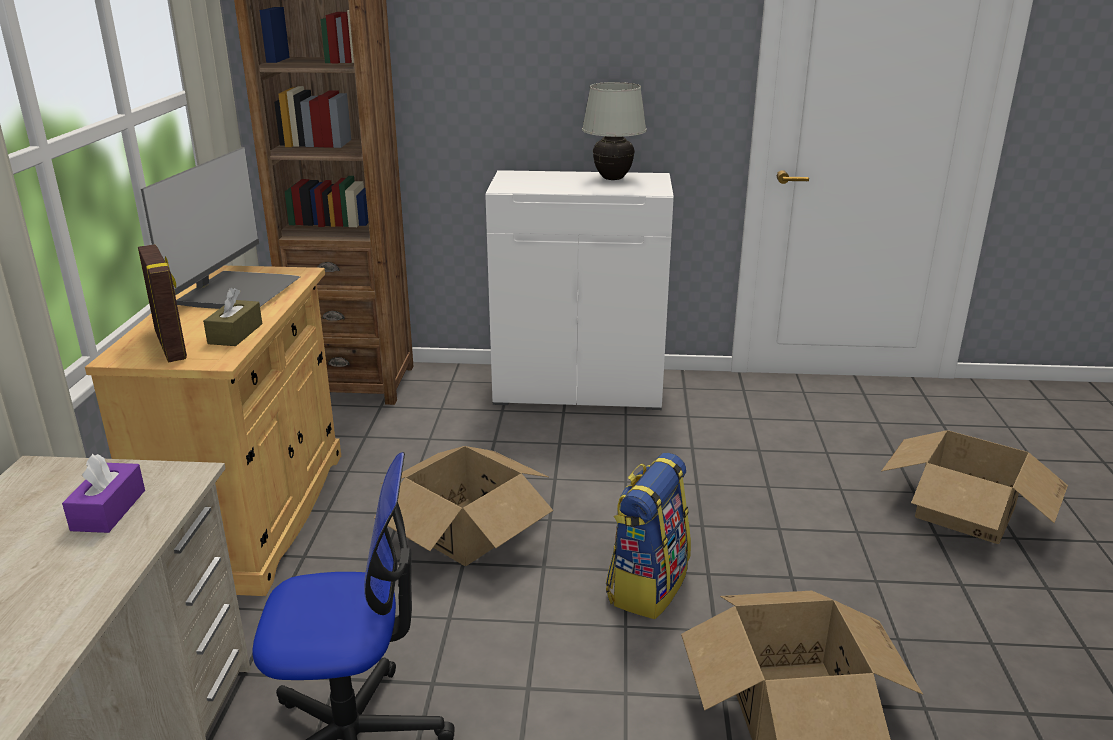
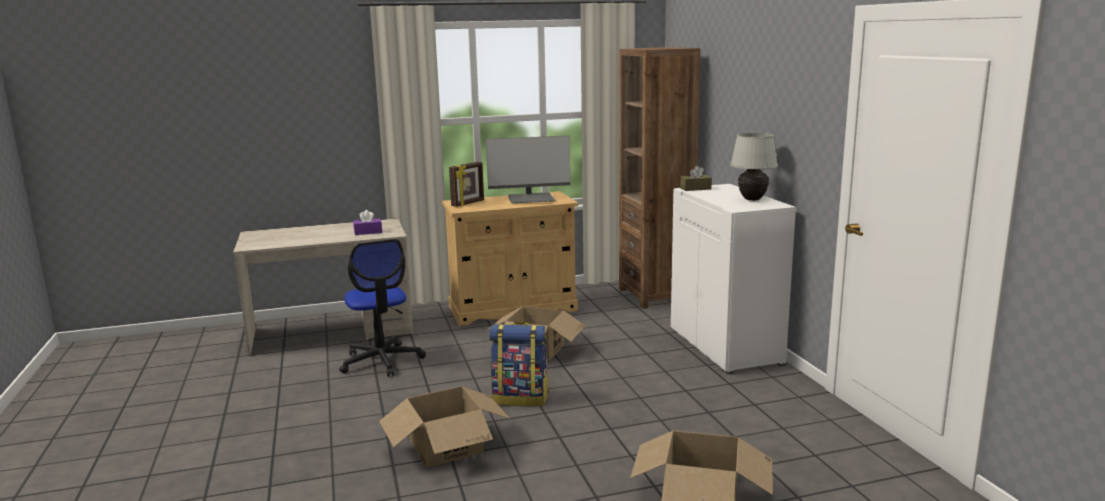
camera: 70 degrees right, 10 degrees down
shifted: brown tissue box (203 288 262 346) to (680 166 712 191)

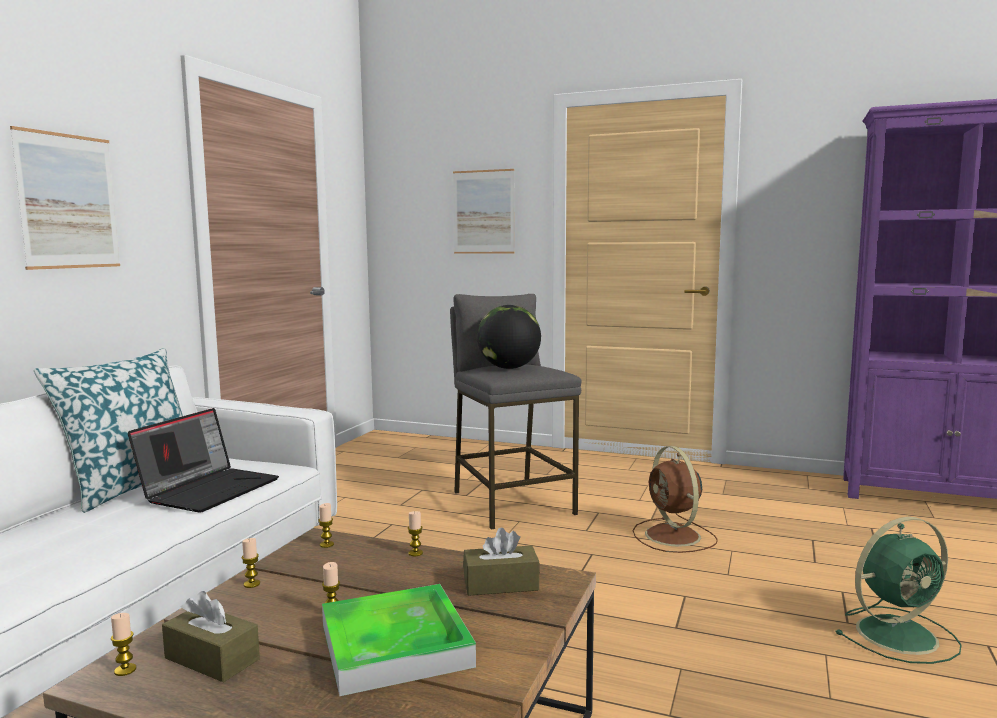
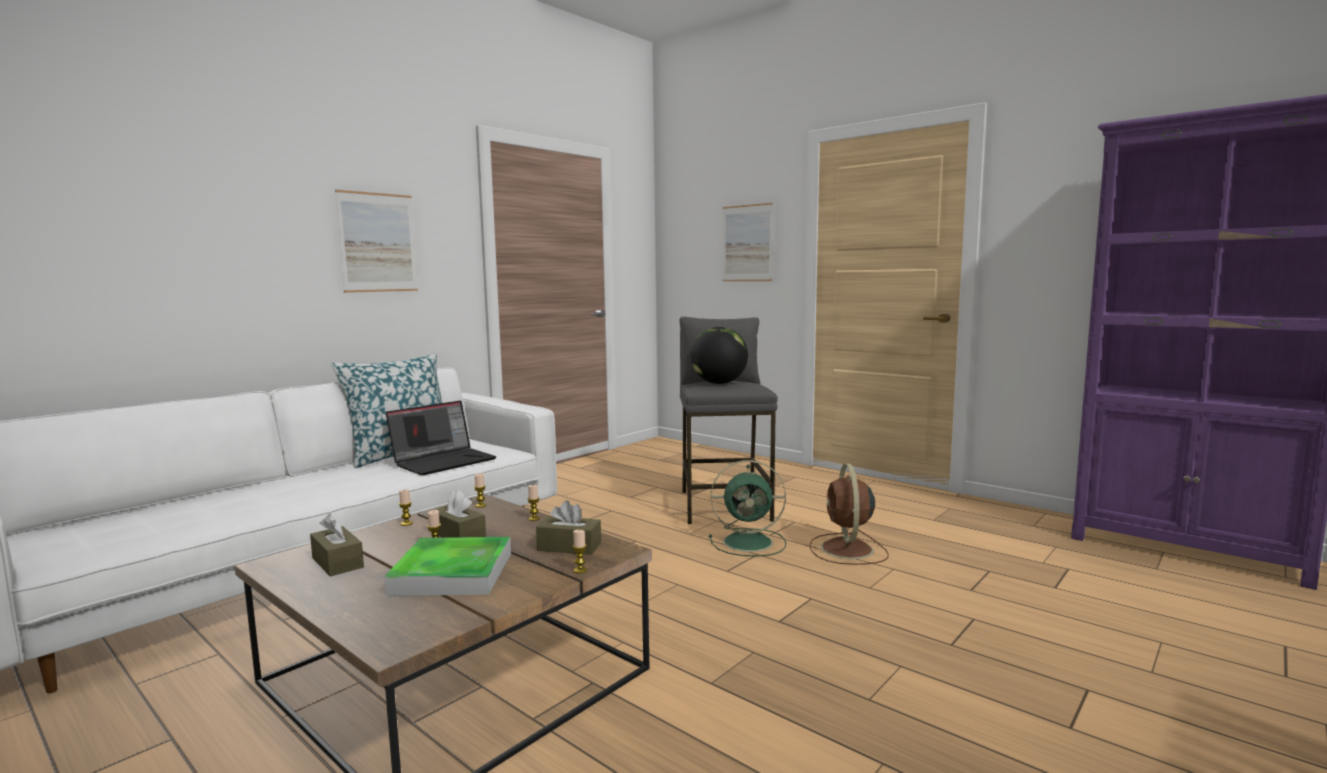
camera: 20 degrees right, 0 degrees up
new: brown tissue box (430 490 486 538)
shifted: candle (111 613 136 676) to (572 530 587 574); green fan (835 517 962 664) to (709 460 786 557)

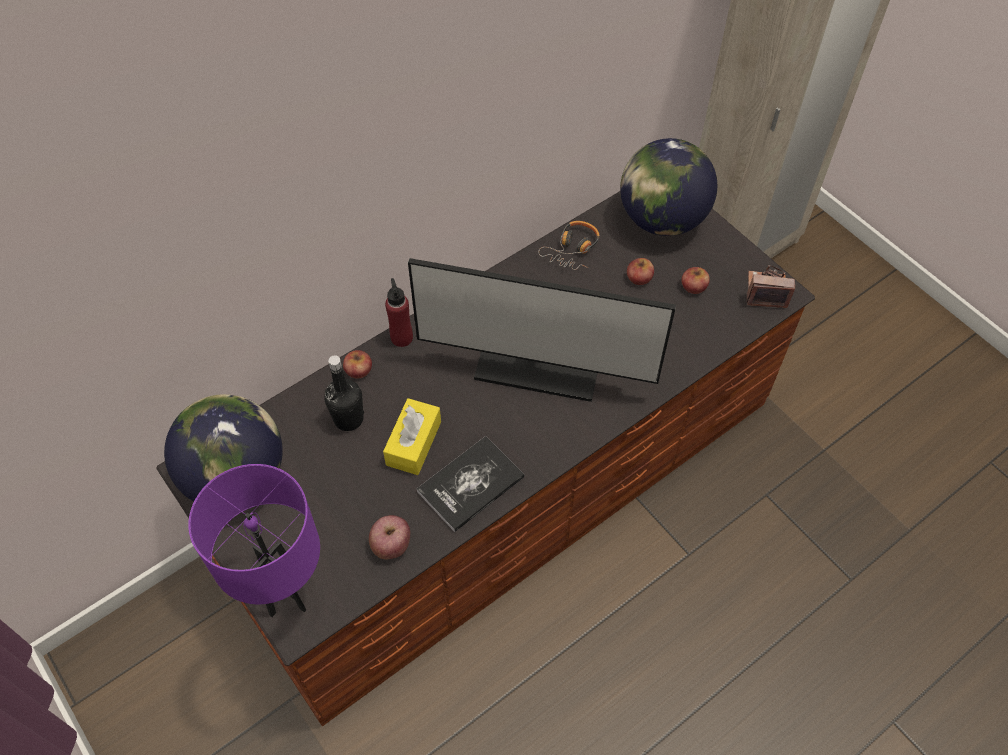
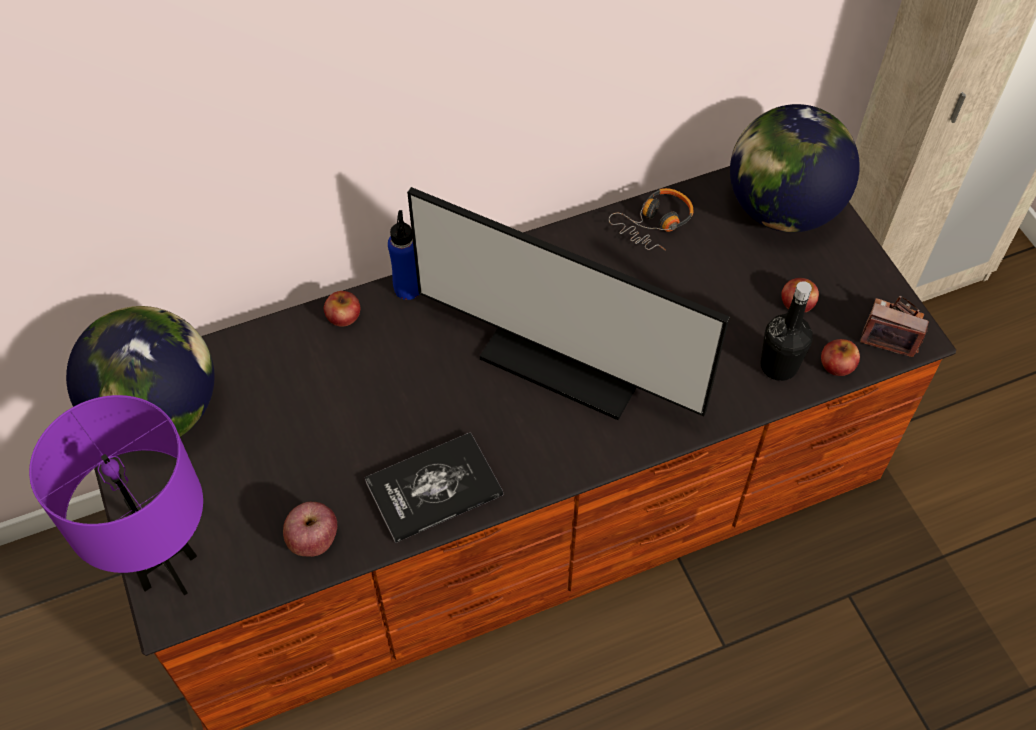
camera: 15 degrees right, 0 degrees up
gone: yellow tissue box (383 398 441 475)
shifted: black bottle (324 355 364 431) to (761 281 813 381); apple (627 258 654 285) to (821 339 860 376)
repainted: red bottle (385 278 413 347) to blue bottle (388 210 420 300)

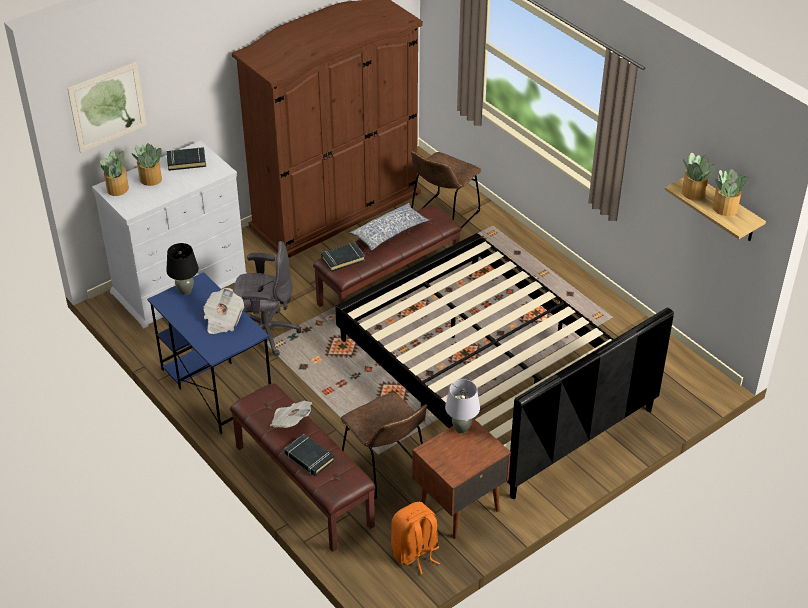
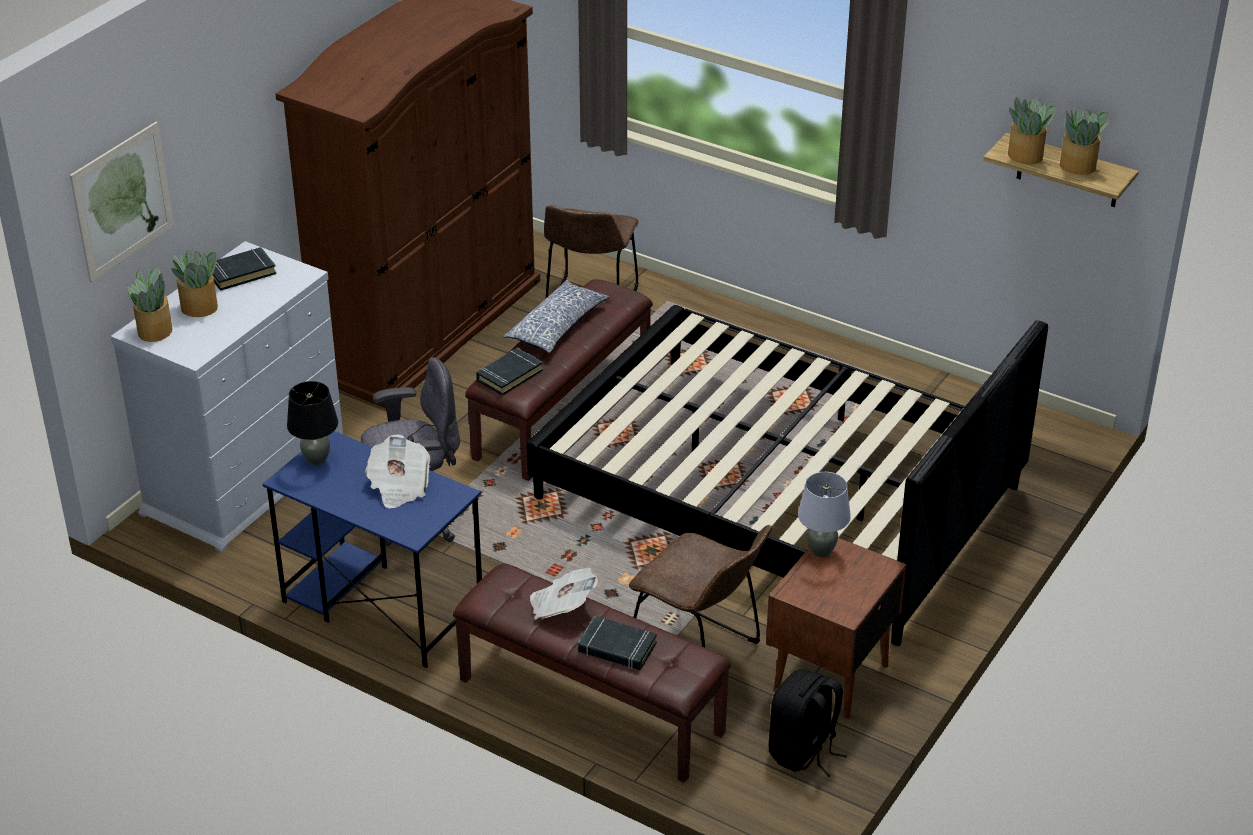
camera: 20 degrees left, 5 degrees down
repainted: orange backpack (391 502 440 574) to black backpack (769 669 847 777)

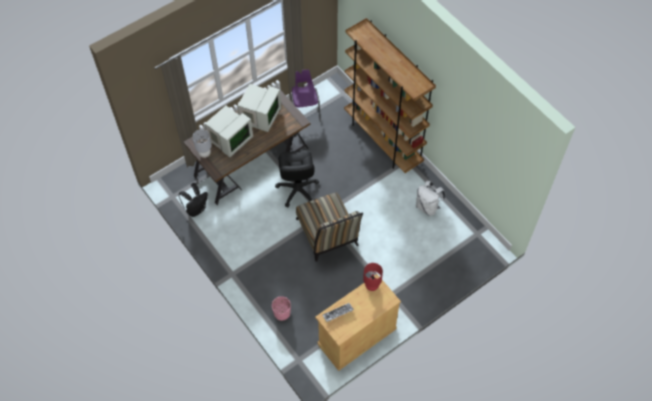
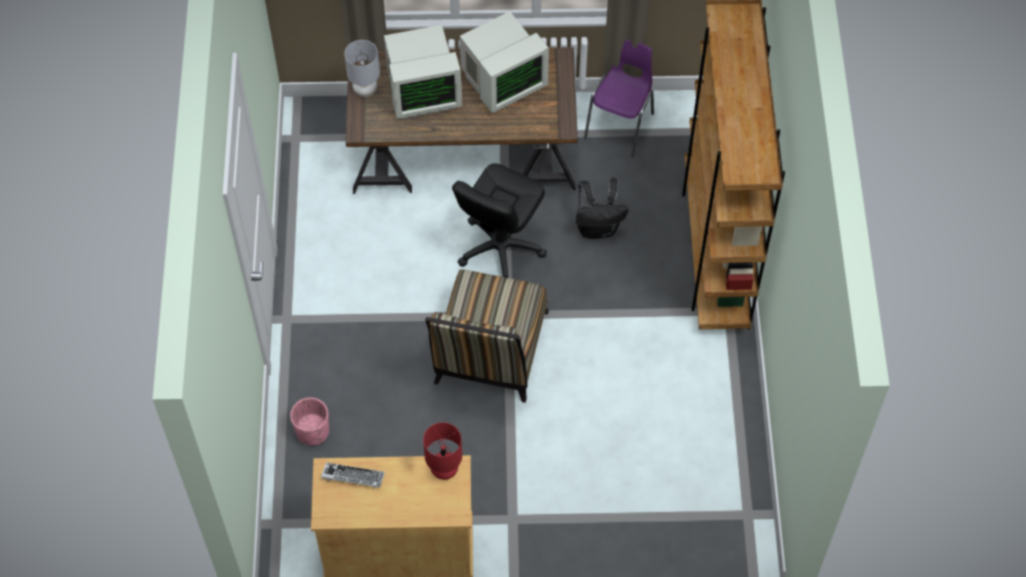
camera: 35 degrees right, 0 degrees up
gone: white backpack (416 181 446 216)
shifted: black backpack (178 183 208 217) to (576 178 629 239)

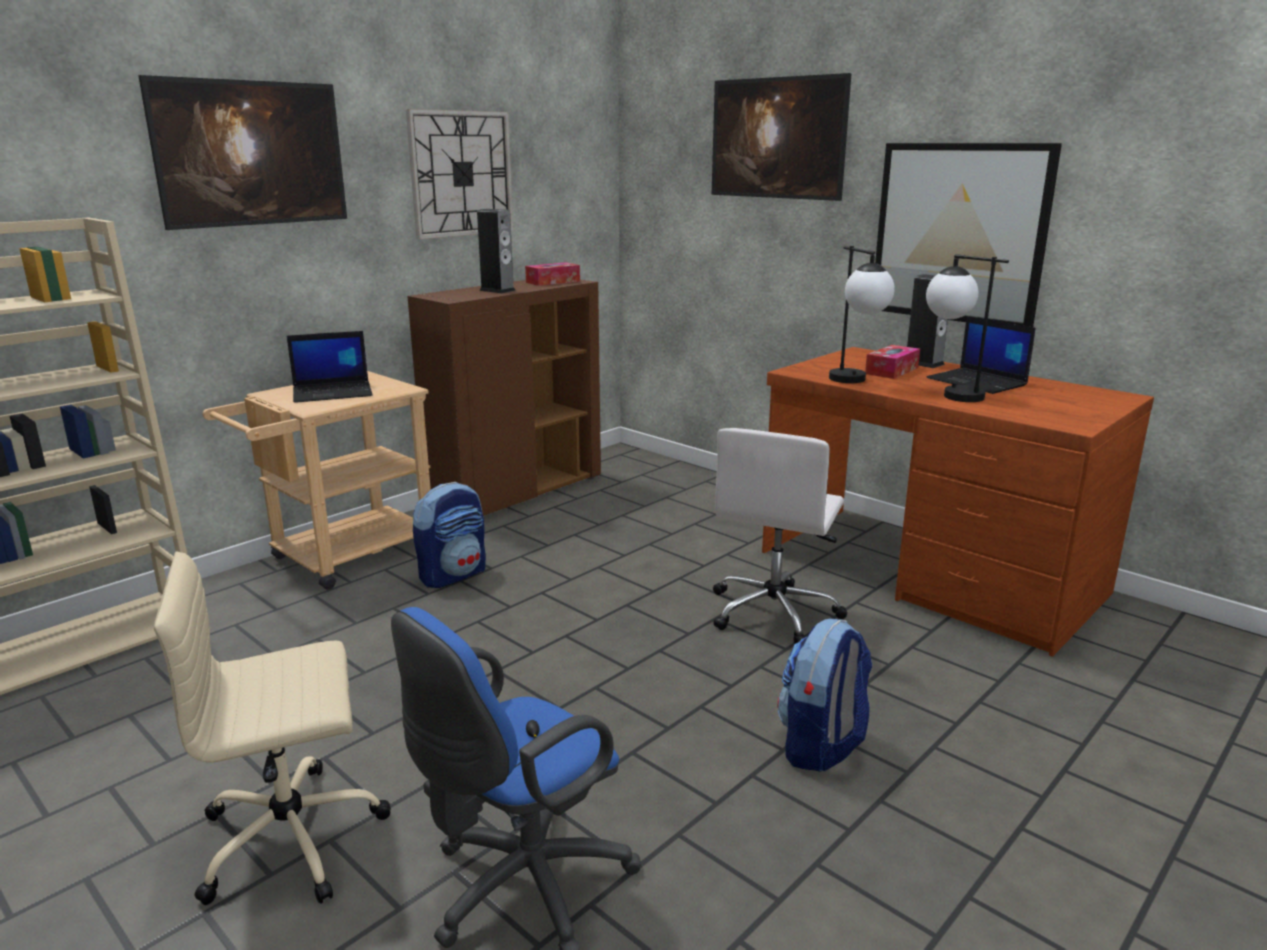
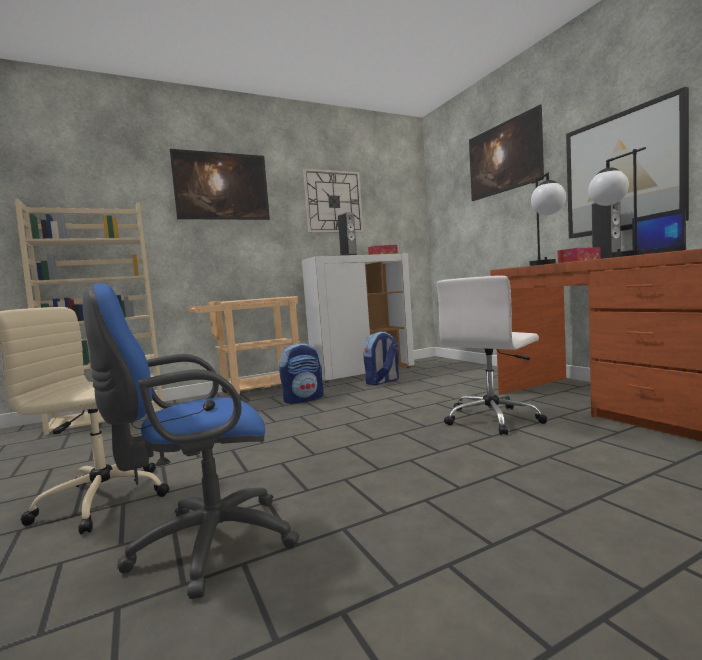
camera: 20 degrees right, 15 degrees down
gone: laptop (287 331 373 403)
shifted: backpack (777 618 873 772) to (363 332 399 385)
repainted: brown cabinet (408 280 601 516) to white cabinet (302 253 415 382)

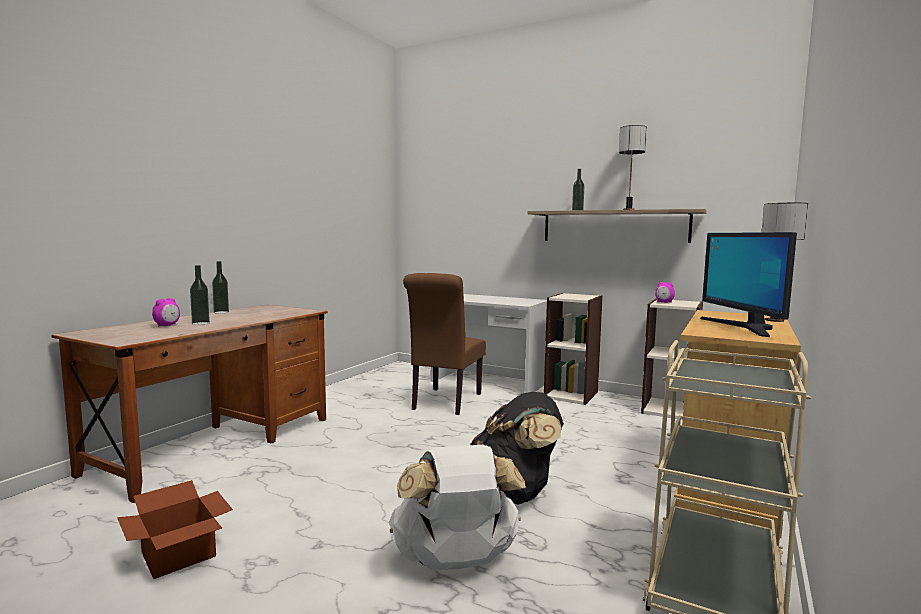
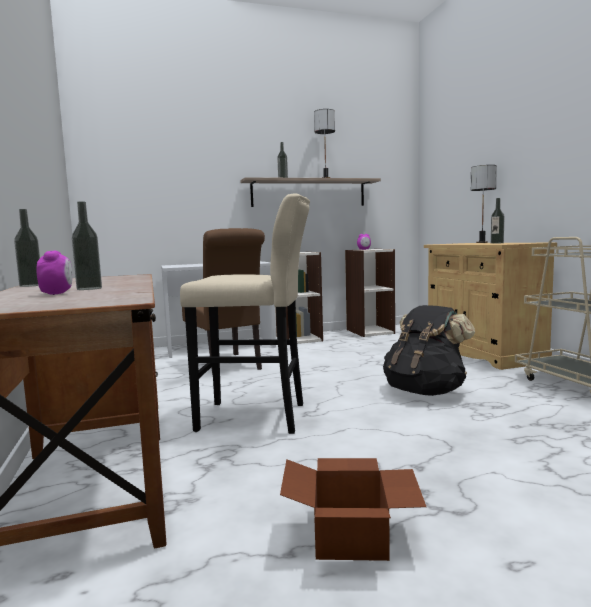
camera: 45 degrees left, 0 degrees up
gone: white backpack (389 445 526 570)
new: beige stool (180 193 310 434)
swapped: monitor (701 232 797 337) to bottle (491 198 505 244)

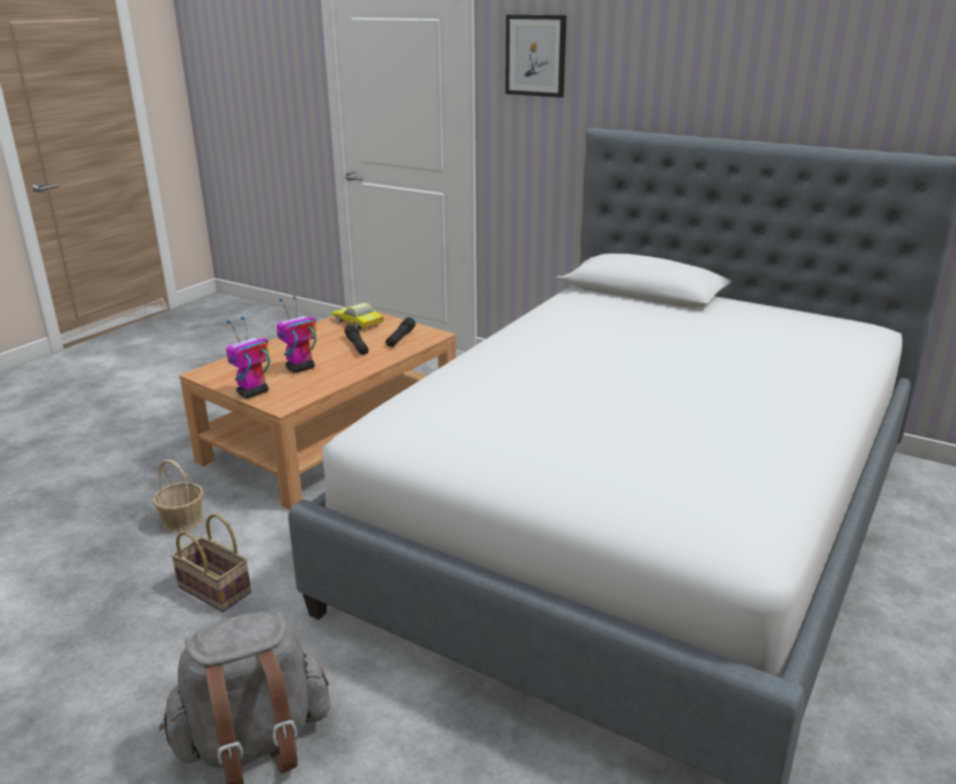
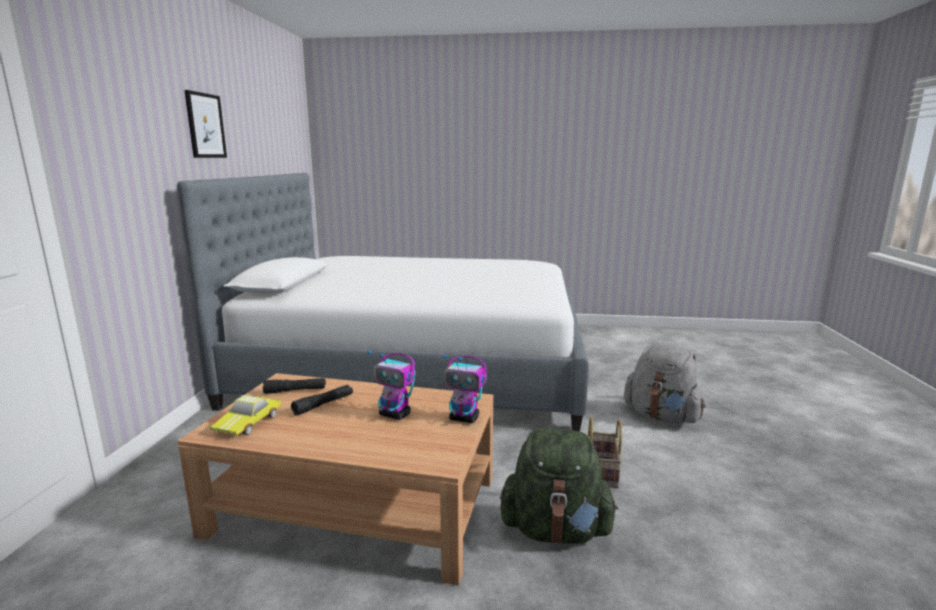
camera: 115 degrees left, 10 degrees down
shifted: picture (505 14 567 98) to (184 90 227 158)
swapped: basket (153 459 203 533) to green backpack (500 428 618 545)

